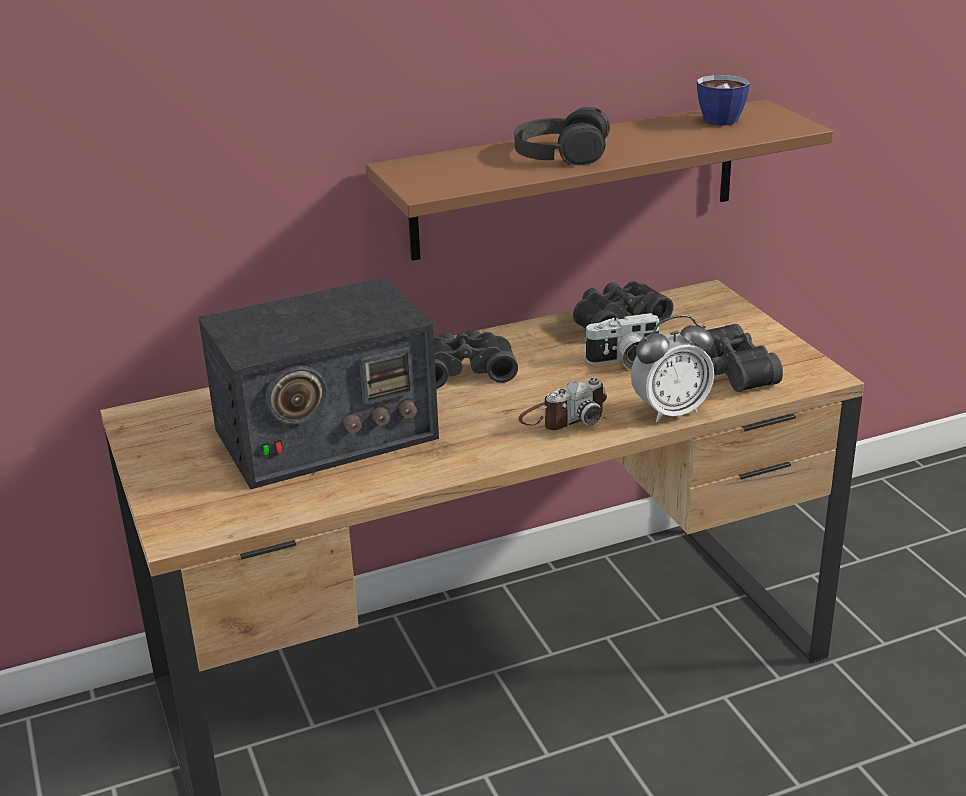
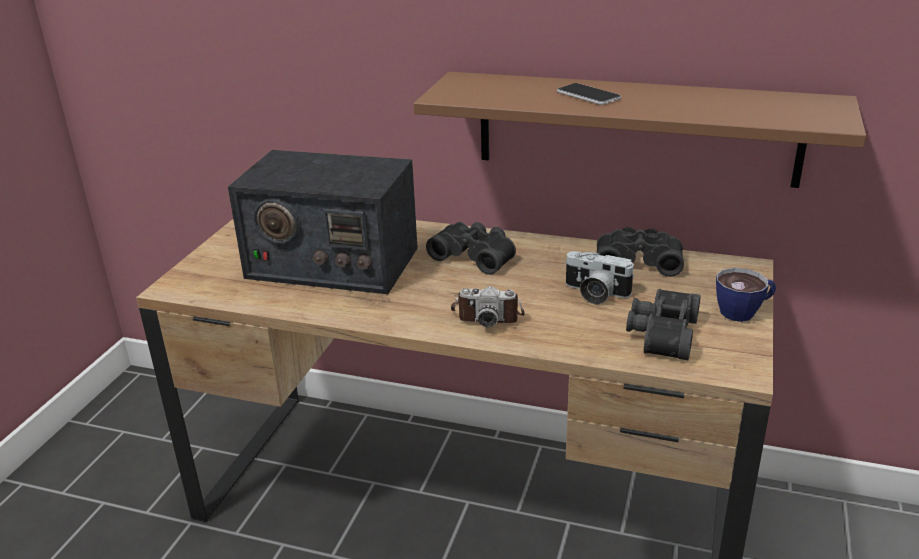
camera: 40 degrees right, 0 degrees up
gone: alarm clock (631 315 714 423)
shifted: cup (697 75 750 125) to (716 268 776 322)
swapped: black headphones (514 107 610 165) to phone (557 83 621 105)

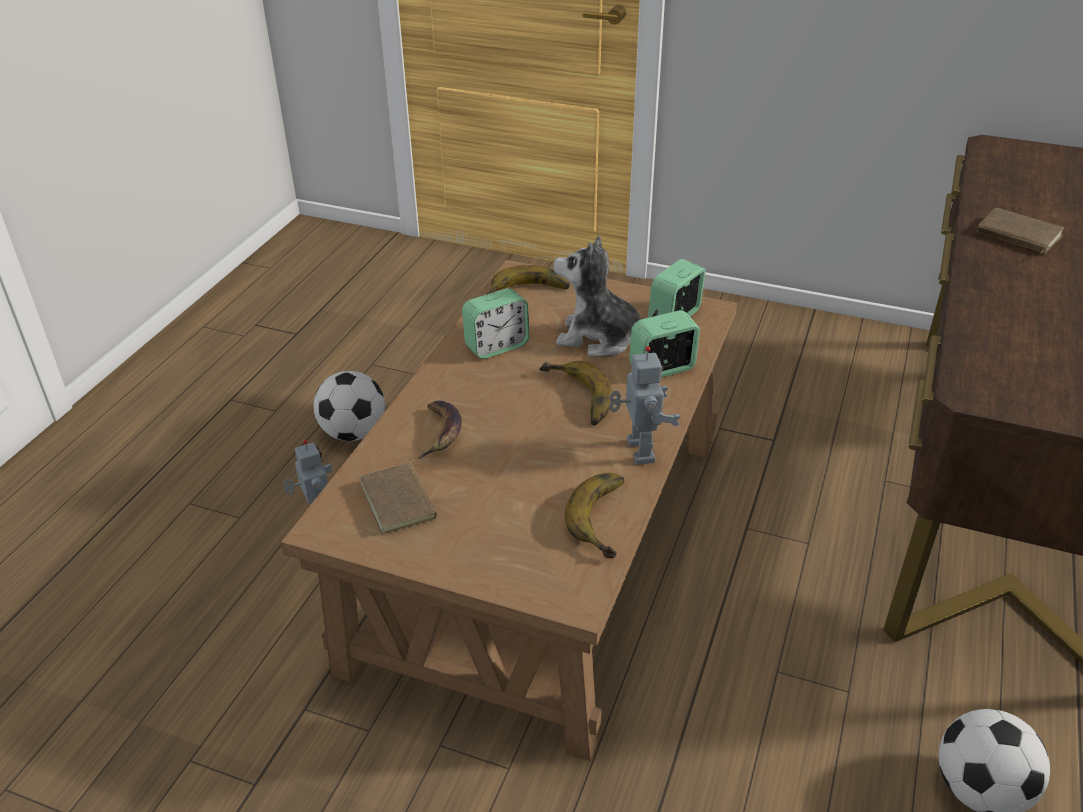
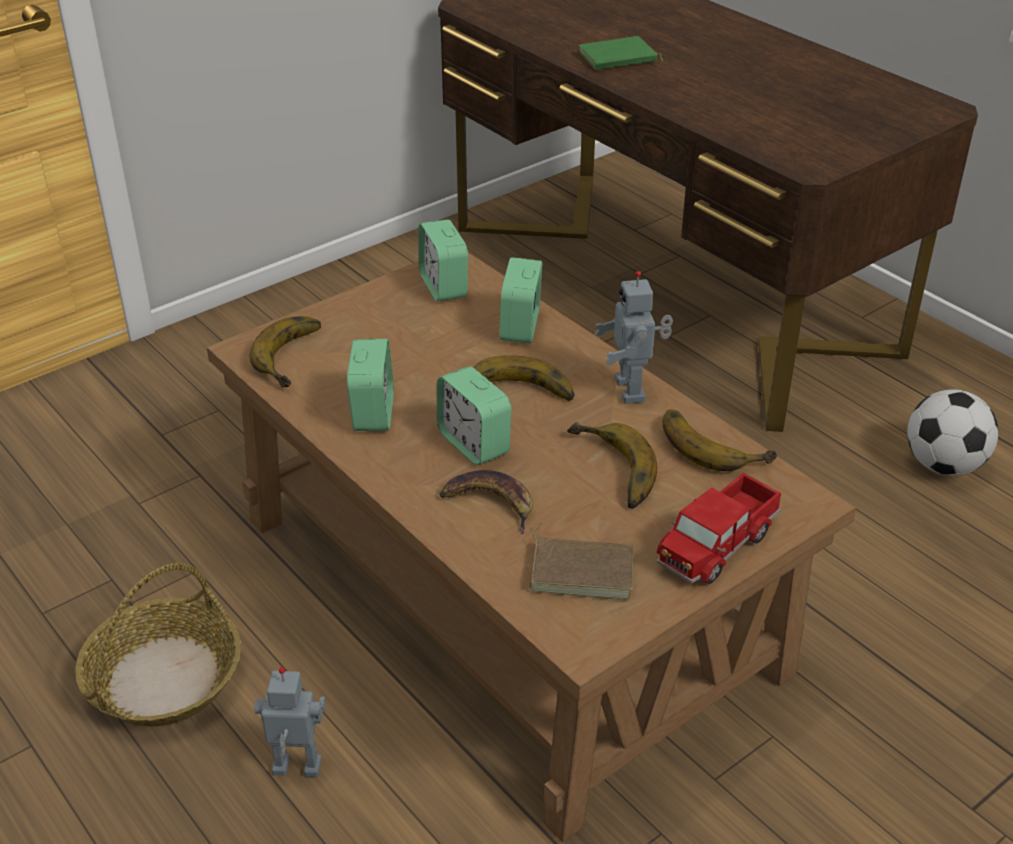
camera: 60 degrees left, 0 degrees up
gone: plush toy (554 236 659 357)
new: alarm clock (437 366 511 465); banana (567 422 657 509); toy truck (657 473 781 584)
swapped: football (314 371 385 441) to basket (75 563 241 727)
repainted: brown book (977 208 1064 255) to green book (579 36 663 70)
rotated: toy robot (609 346 680 465) = (595 271 673 404) 120 degrees counterclockwise

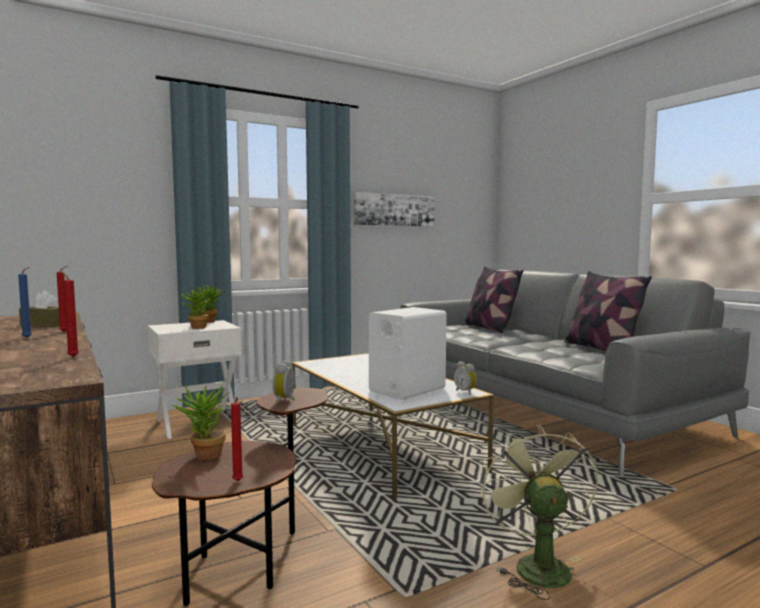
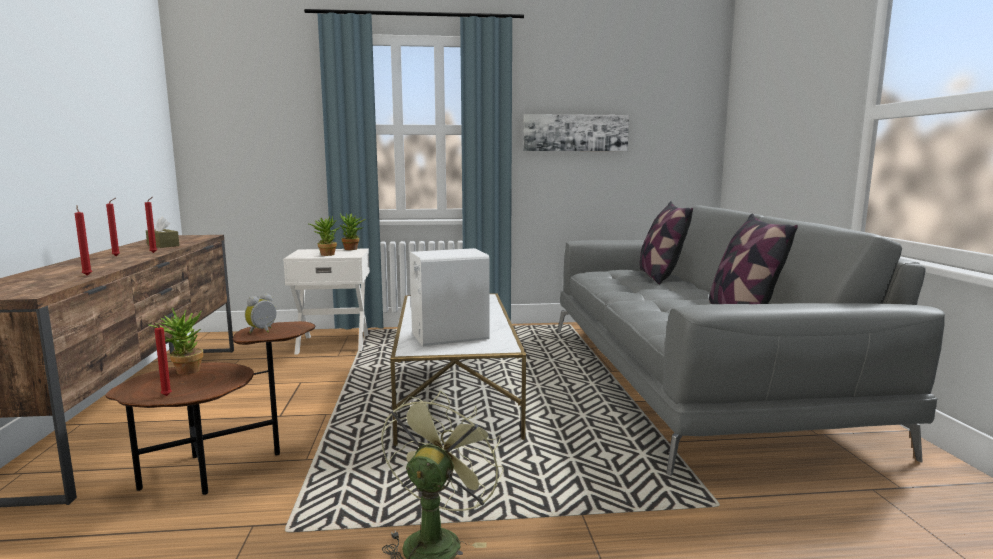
camera: 25 degrees right, 5 degrees up
gone: alarm clock (454 361 477 395)
repainted: blue candle (18 267 32 338) to red candle (106 198 120 256)

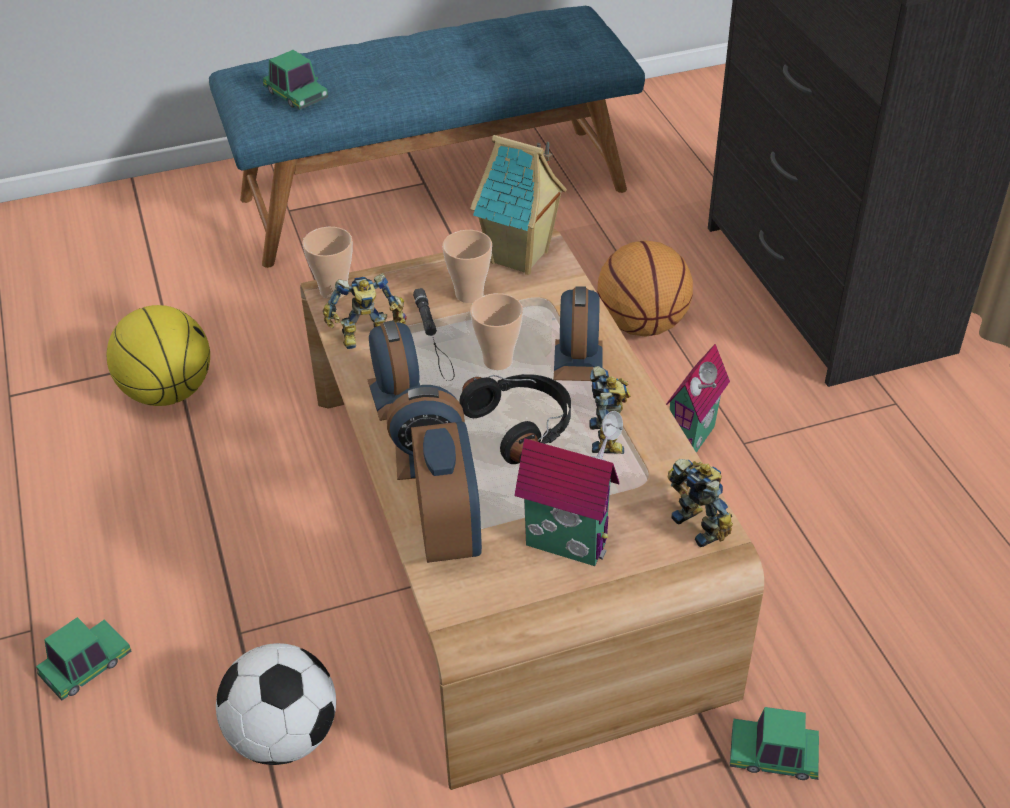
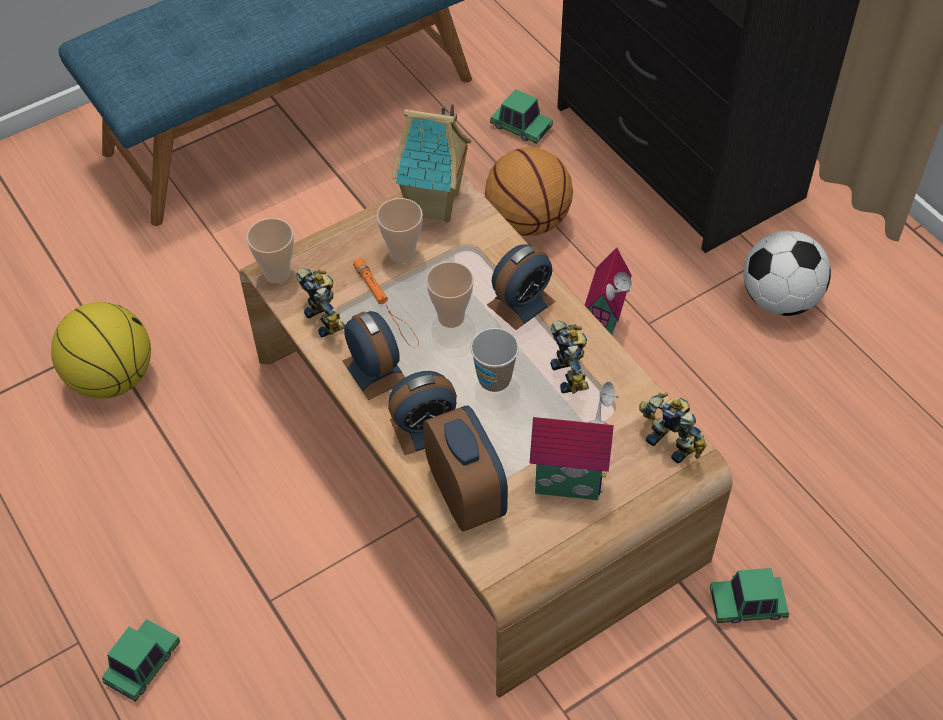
camera: 15 degrees left, 10 degrees up
shifted: toy car (263 50 328 110) to (490 89 553 144); football (216 643 336 765) to (743 231 831 316)
swapped: black headphones (459 374 571 464) to cup (470 328 519 392)
repainted: black flashlight (413 288 454 381) to orange flashlight (353 258 419 347)
rotated: toy robot (323 273 407 349) = (296 269 345 338) 90 degrees counterclockwise; alarm clock (554 286 603 381) = (487 244 555 330) 60 degrees clockwise

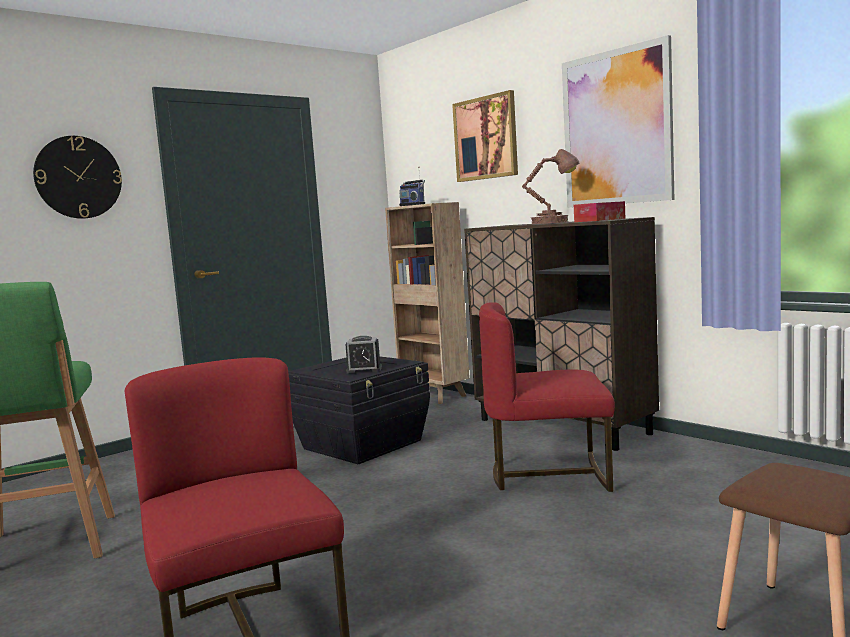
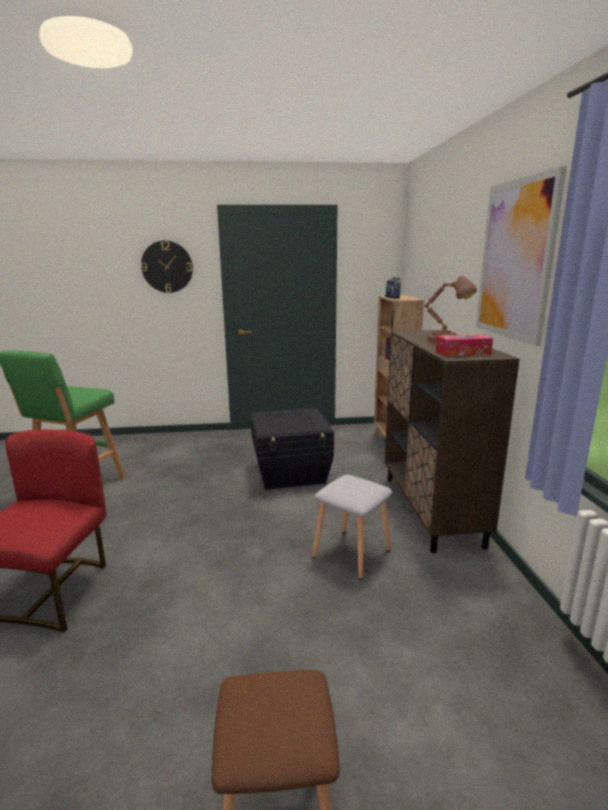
camera: 35 degrees right, 10 degrees up
gone: alarm clock (345 336 382 373); picture (452 90 518 182)
swapped: red chair (479 302 615 492) to grey stool (312 475 392 580)

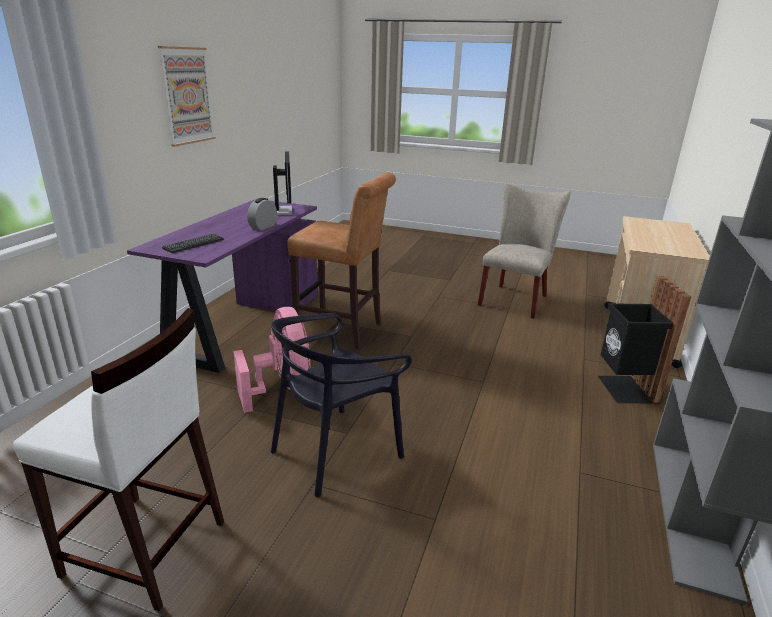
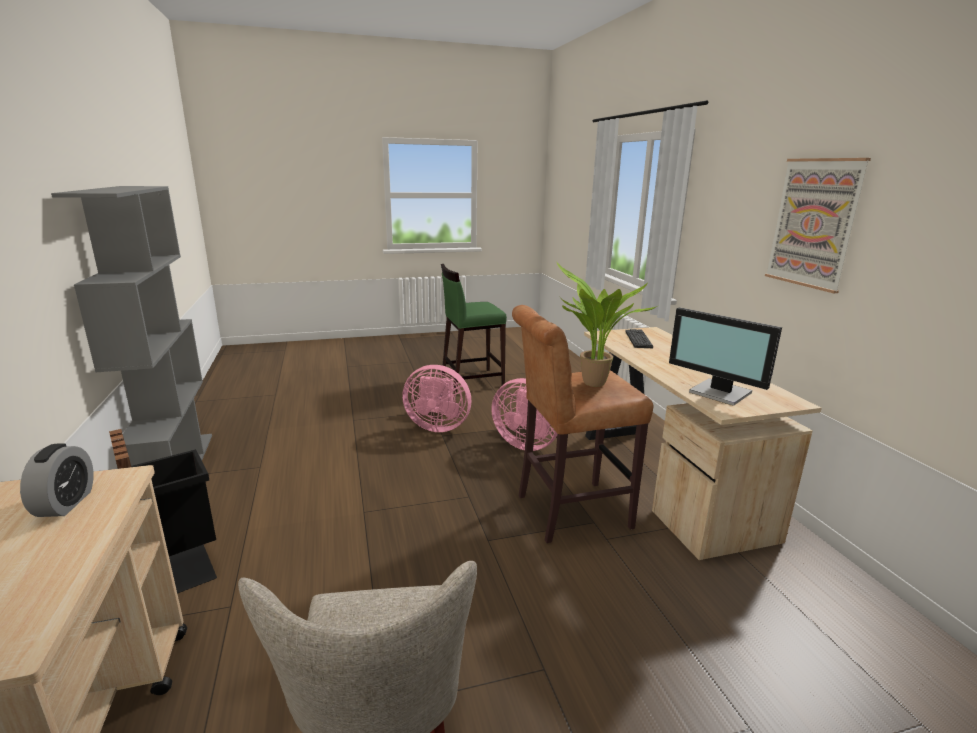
camera: 145 degrees right, 5 degrees down
new: potted plant (556 261 657 387)
shifted: alarm clock (247 198 277 230) to (20 443 94 517)
swapped: black chair (271 313 412 497) to pink fan (402 365 472 432)
repainted: white stool (13 308 224 611) to green stool (441 264 507 392); purple desk (127 199 318 373) to beige desk (584 327 822 560)

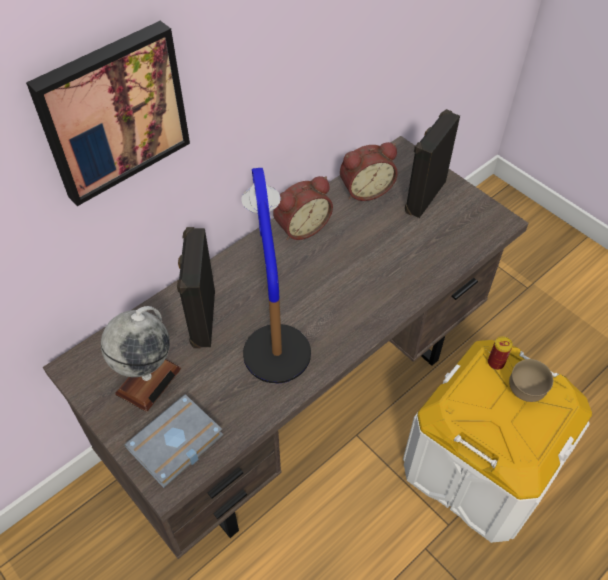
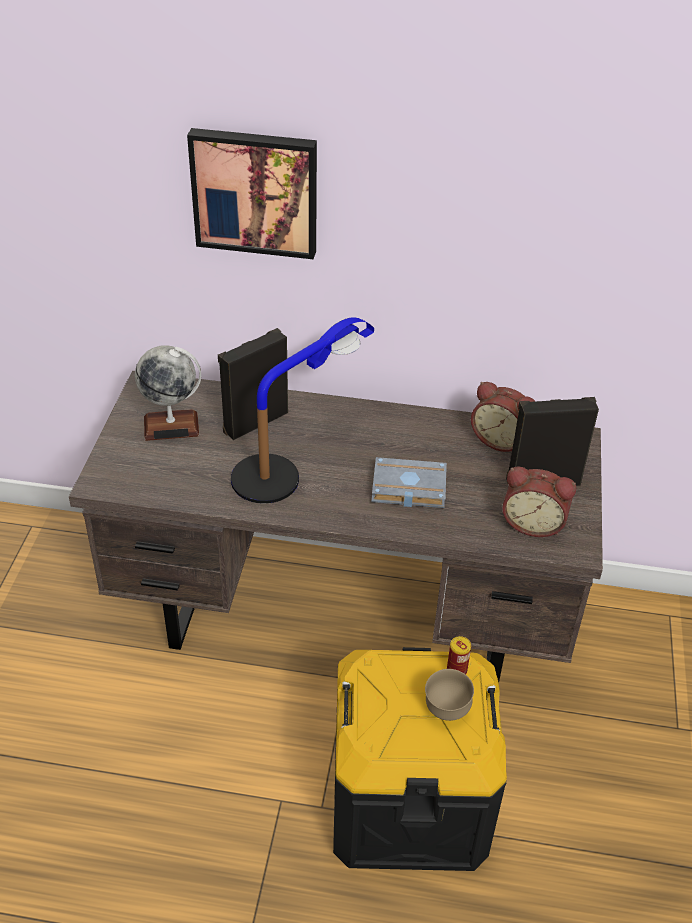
camera: 50 degrees right, 10 degrees down
shifted: grey book (124 394 223 488) to (372 457 447 508); alarm clock (273 176 333 240) to (502 466 576 537)
repainted: white storage box (403 340 592 543) to black storage box (333 647 507 871)

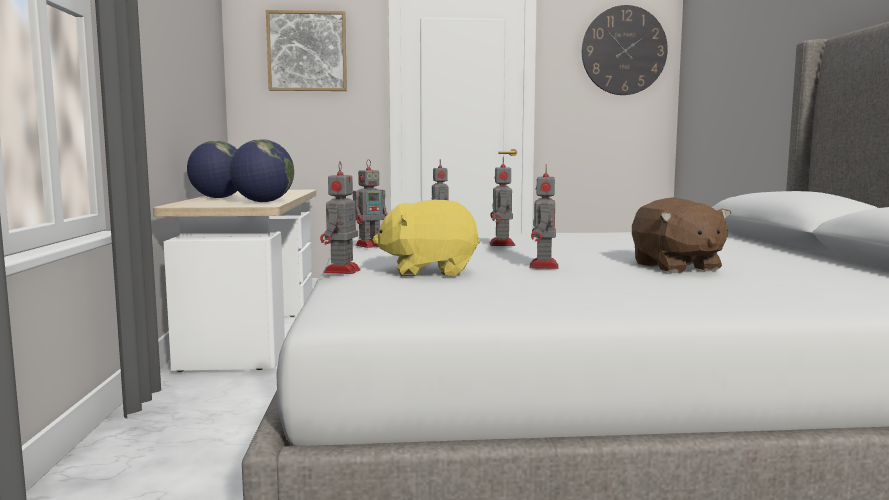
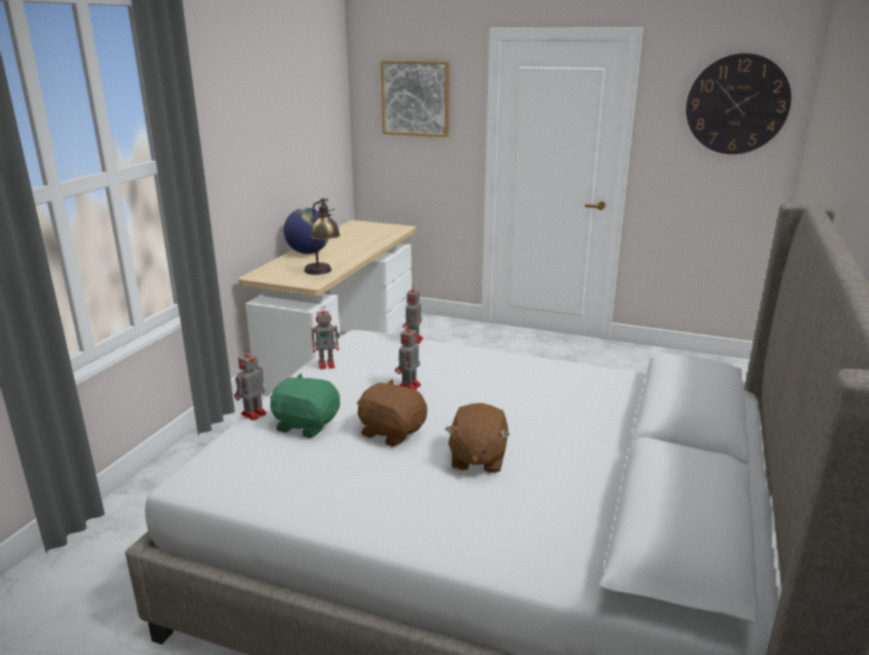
camera: 25 degrees right, 15 degrees up
swapped: globe (230 139 294 202) to table lamp (304 198 340 275); toy robot (530 164 559 269) to brown plush toy (357 380 427 447)
repainted: yellow plush toy (372 200 480 276) to green plush toy (270 373 340 438)

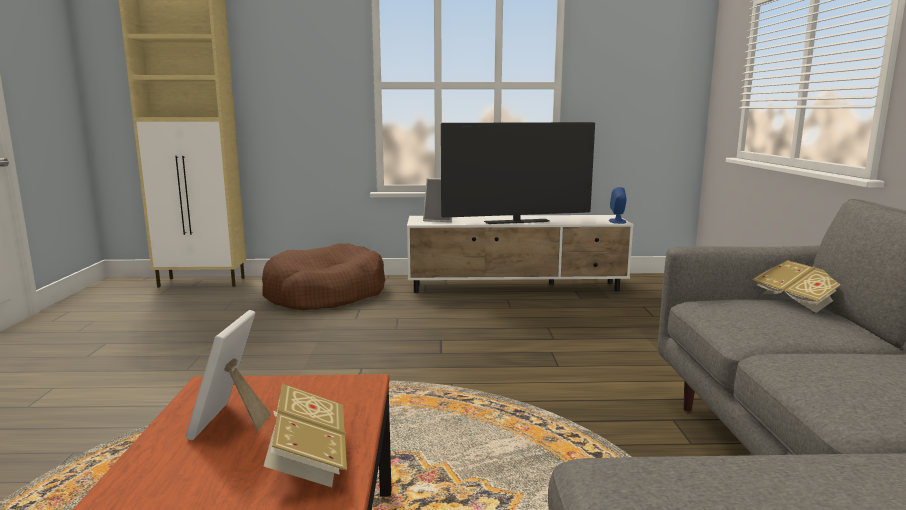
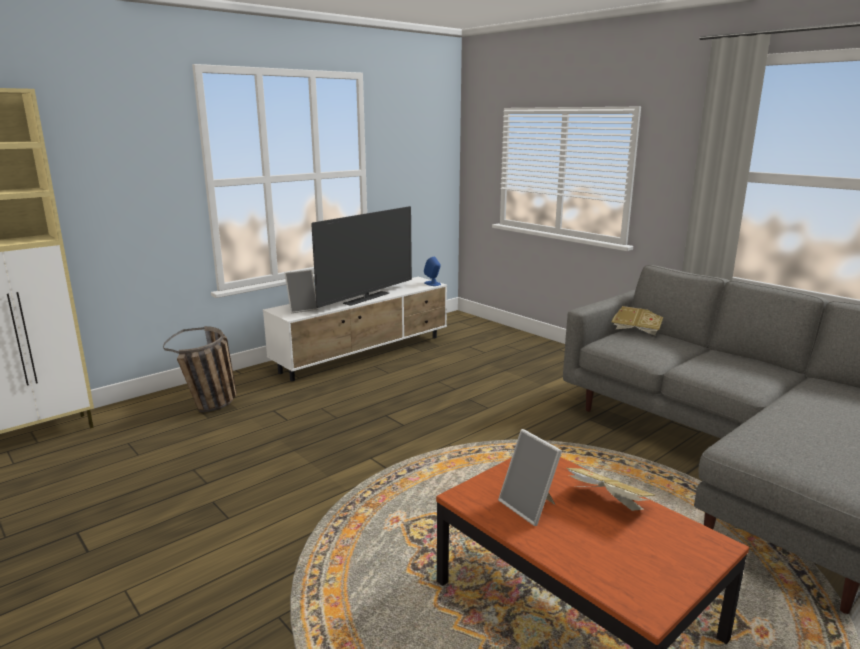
camera: 40 degrees left, 5 degrees up
swapped: brown dog bed (262 243 385 310) to basket (163 326 237 412)

